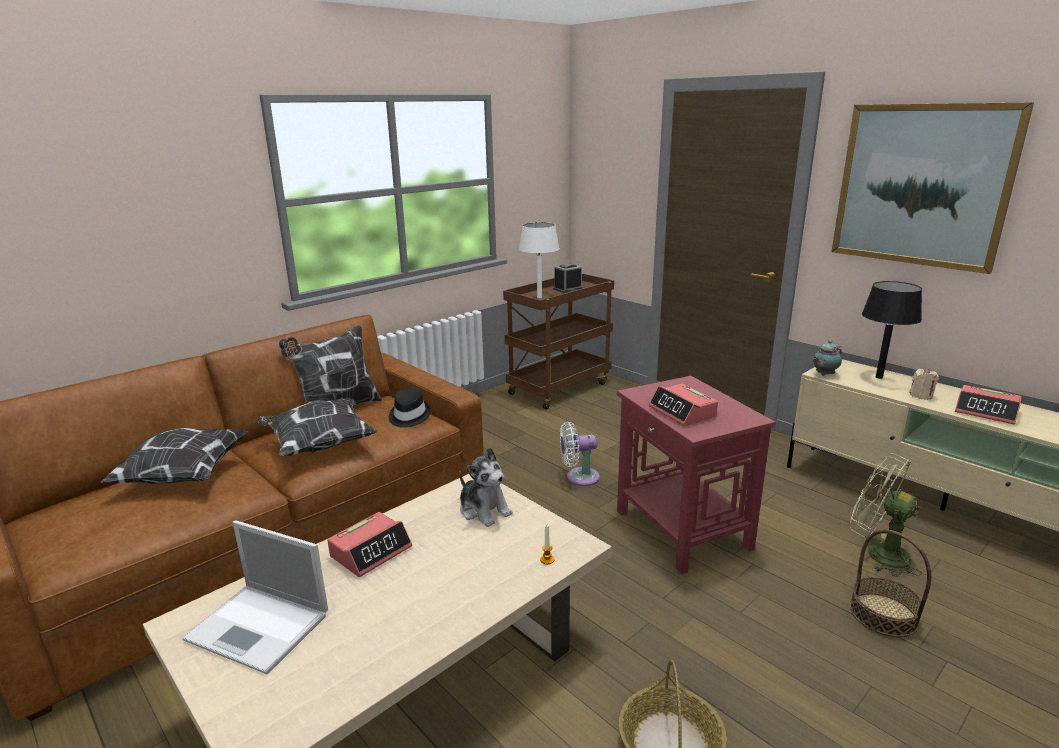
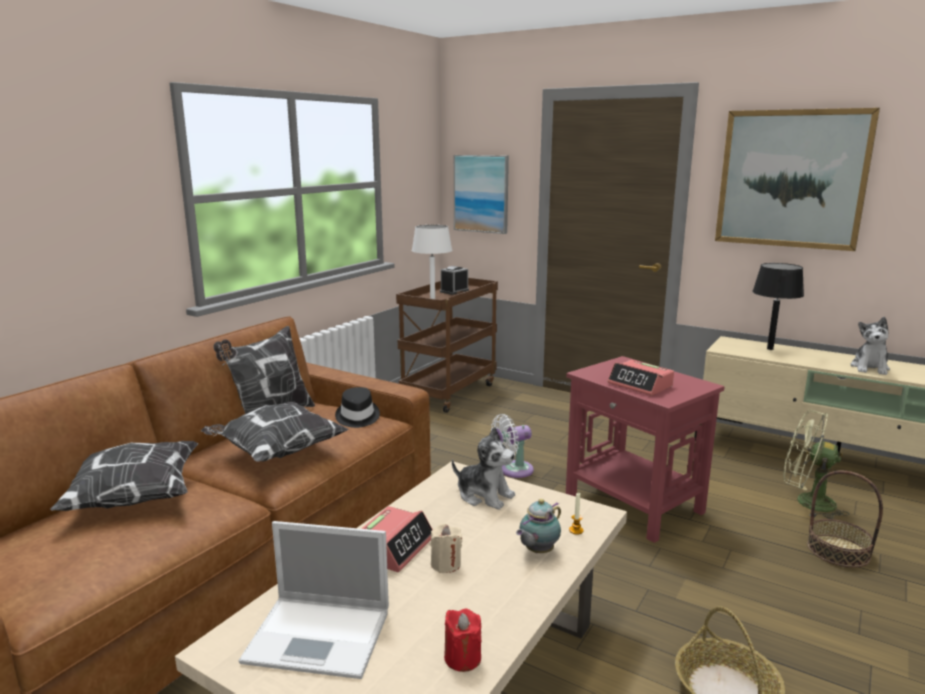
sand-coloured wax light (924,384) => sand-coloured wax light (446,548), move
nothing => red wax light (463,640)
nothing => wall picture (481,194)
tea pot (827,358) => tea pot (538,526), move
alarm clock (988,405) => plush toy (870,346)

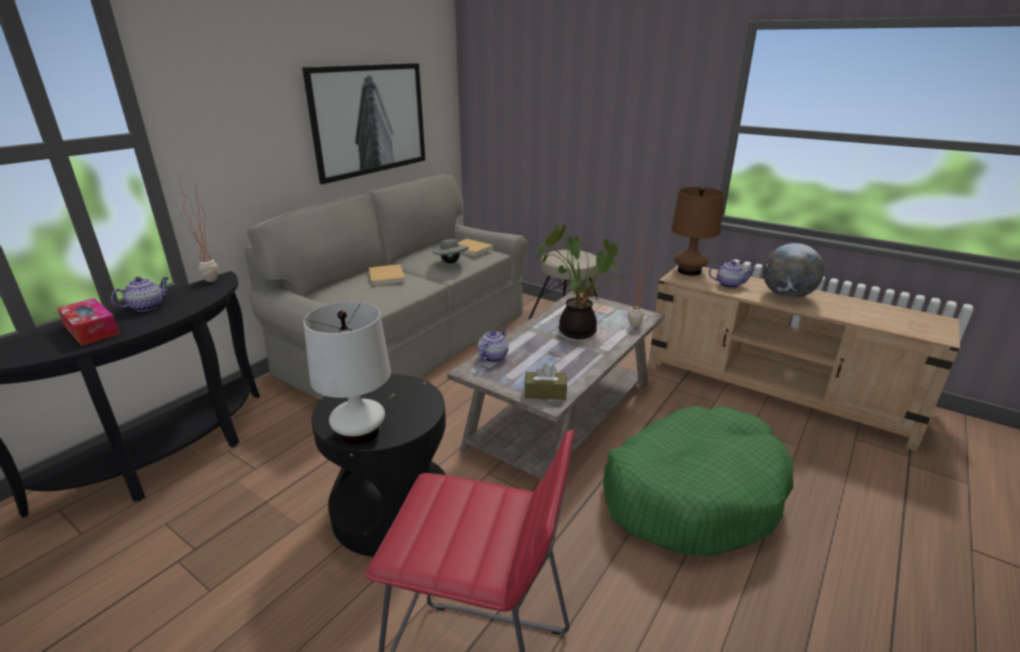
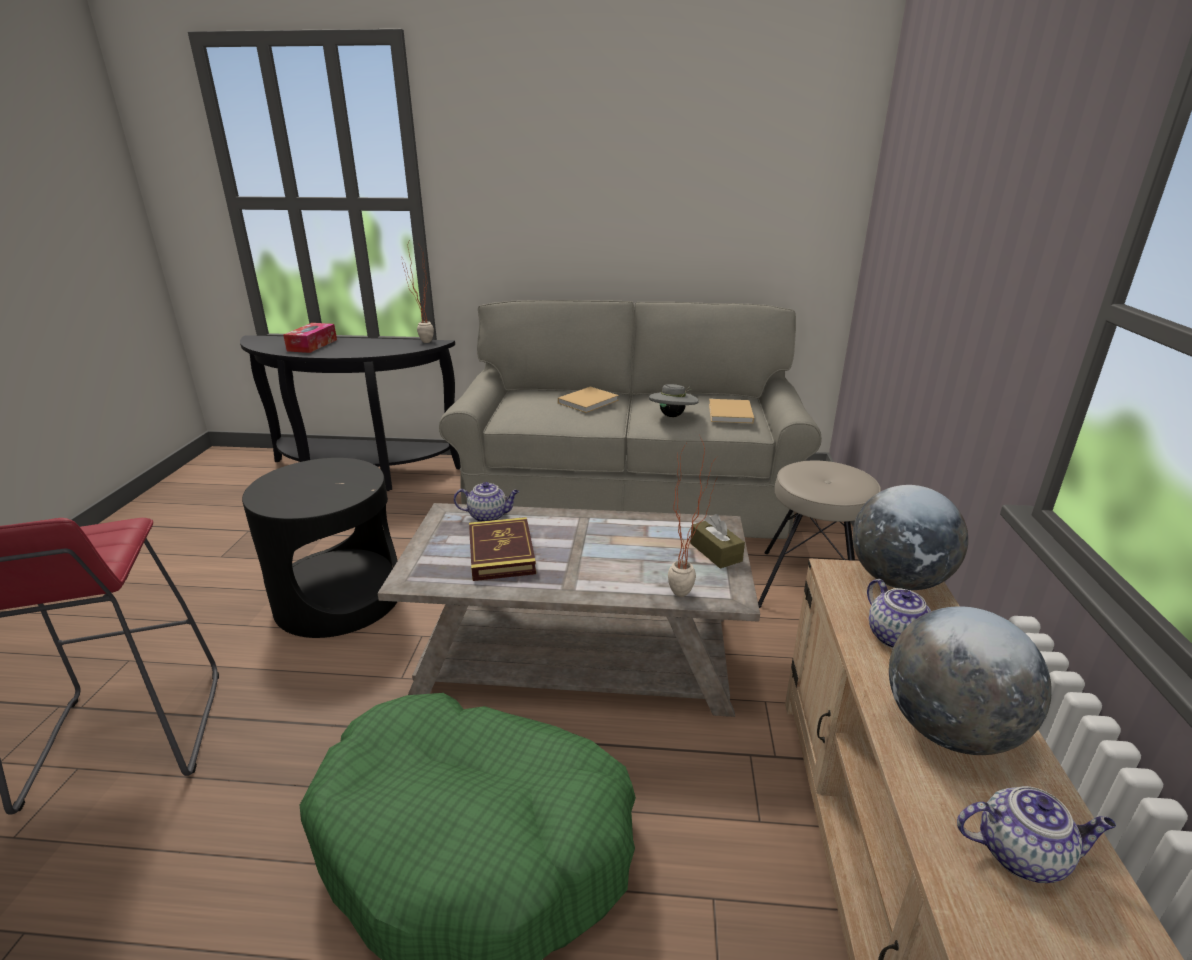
nothing => volume (502,549)
brown-coloured box of tissues (545,382) => brown-coloured box of tissues (717,541), move
brown-coloured table lamp (698,231) => globe (910,537)
tea pot (140,294) => tea pot (1036,834), move
wall picture (363,123) => nothing
white-coloured table lamp (347,373) => nothing
potted plant (581,281) => nothing

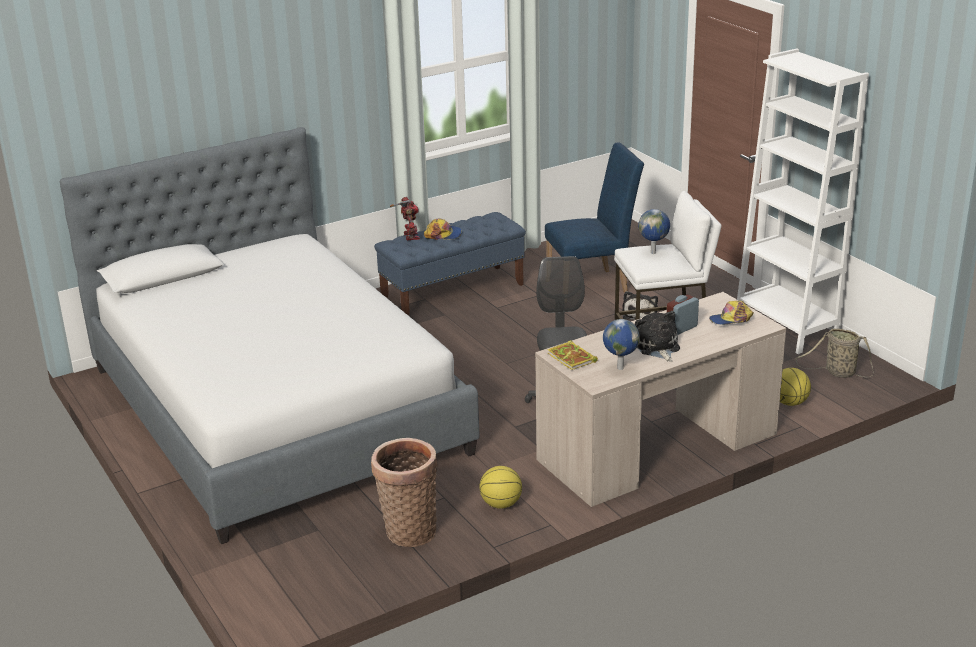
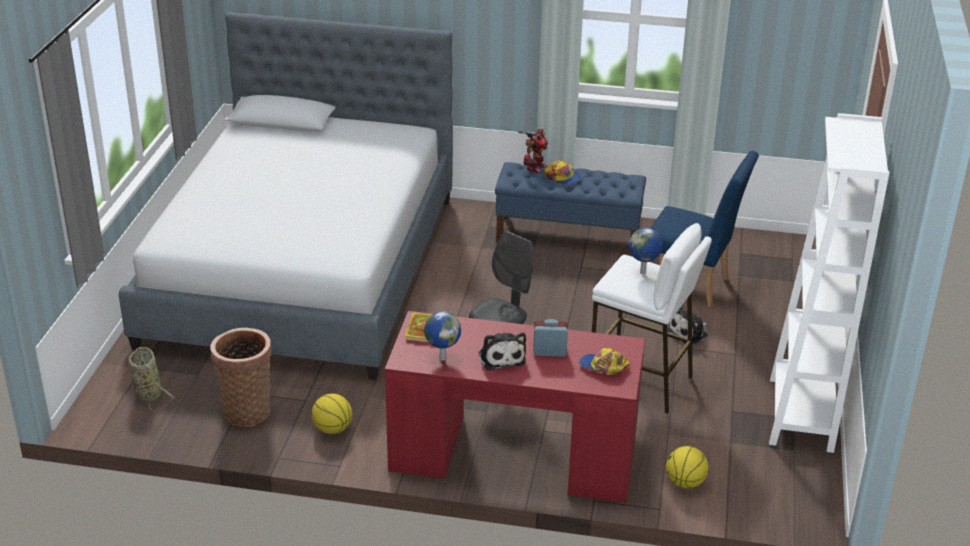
household basket (834,353) => household basket (151,379), move
sand-coloured desk unit (660,399) => red desk unit (515,407)
plush toy (657,336) => plush toy (502,352), 135 degrees clockwise

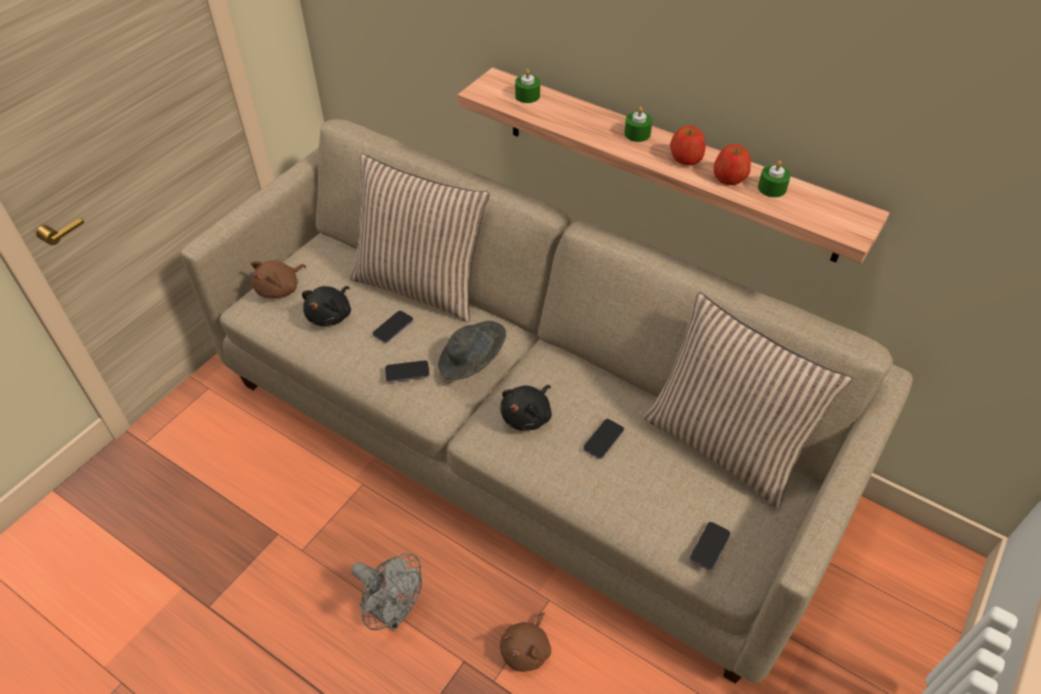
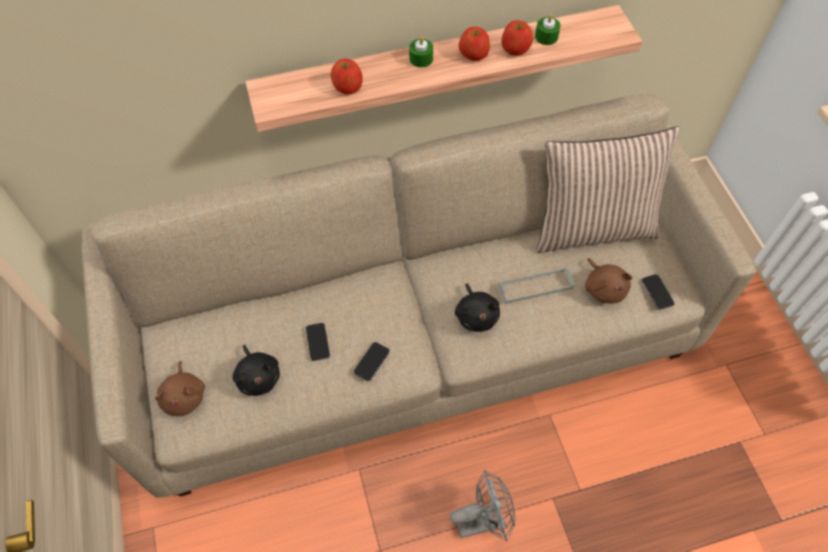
nothing => apple fruit (347,76)
phone (603,439) => greyish carrying tray (536,285)
brown-coloured plush toy (525,642) => brown-coloured plush toy (608,280), move
pillow (420,237) => nothing
greyish clothing hat (472,350) => nothing
green wax light (527,86) => nothing

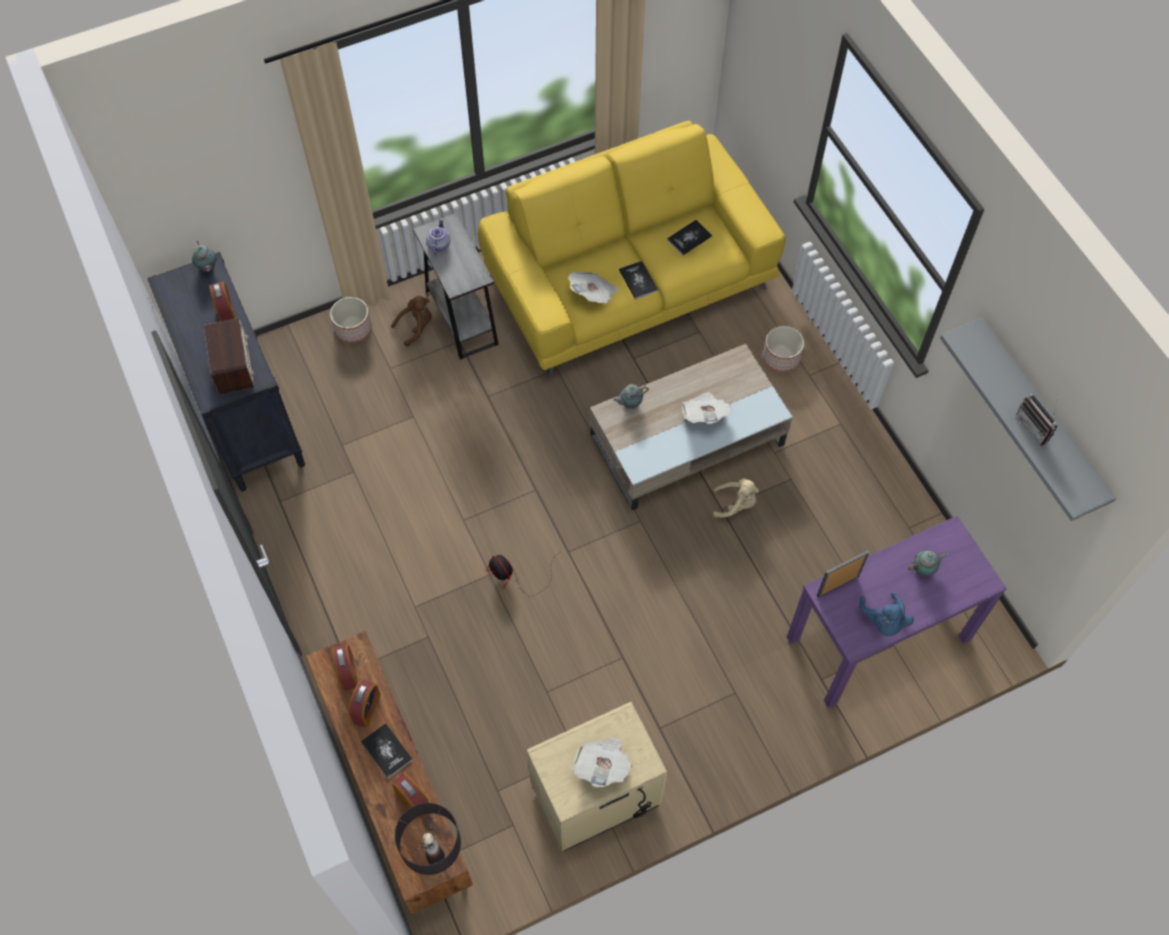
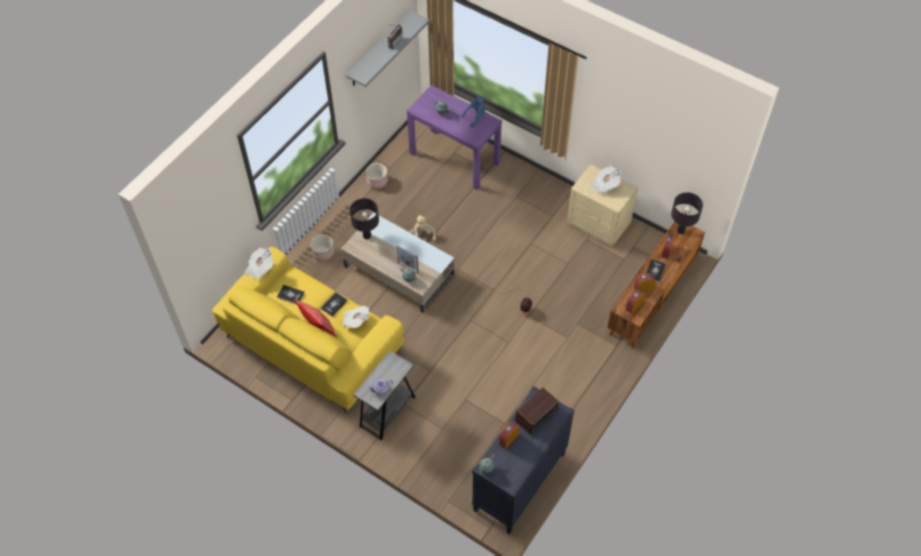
printed paper (706,408) => printed paper (259,264), move
nothing => pillow (316,318)
nothing => black-coloured table lamp (364,218)
planter (351,320) => planter (377,176), move
photo frame (843,574) => photo frame (407,259), move
brown-coloured plush toy (411,321) => nothing

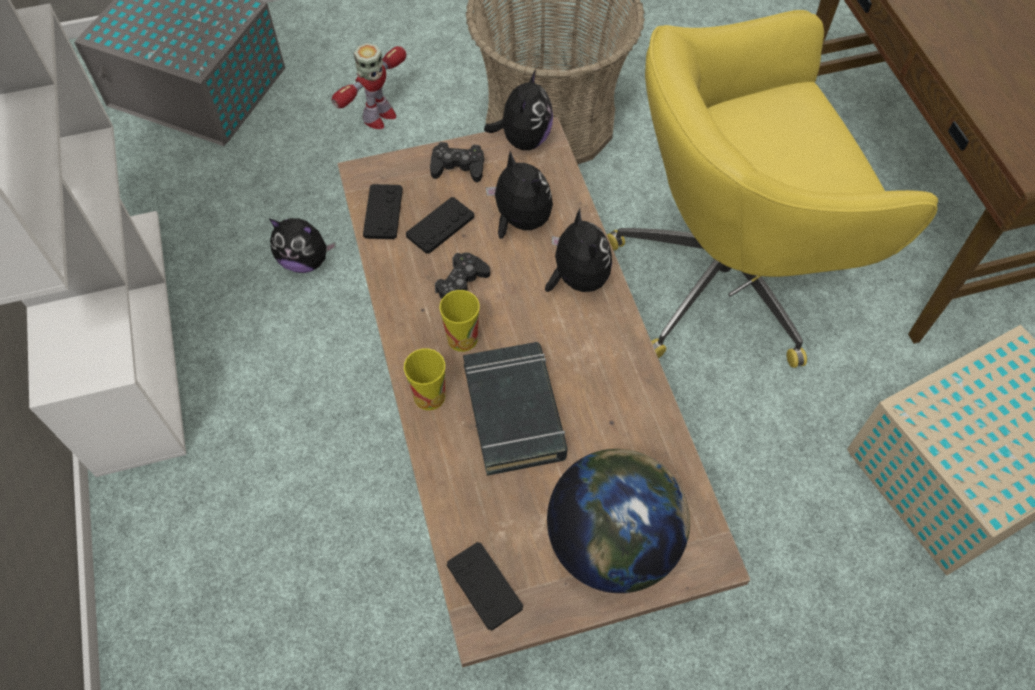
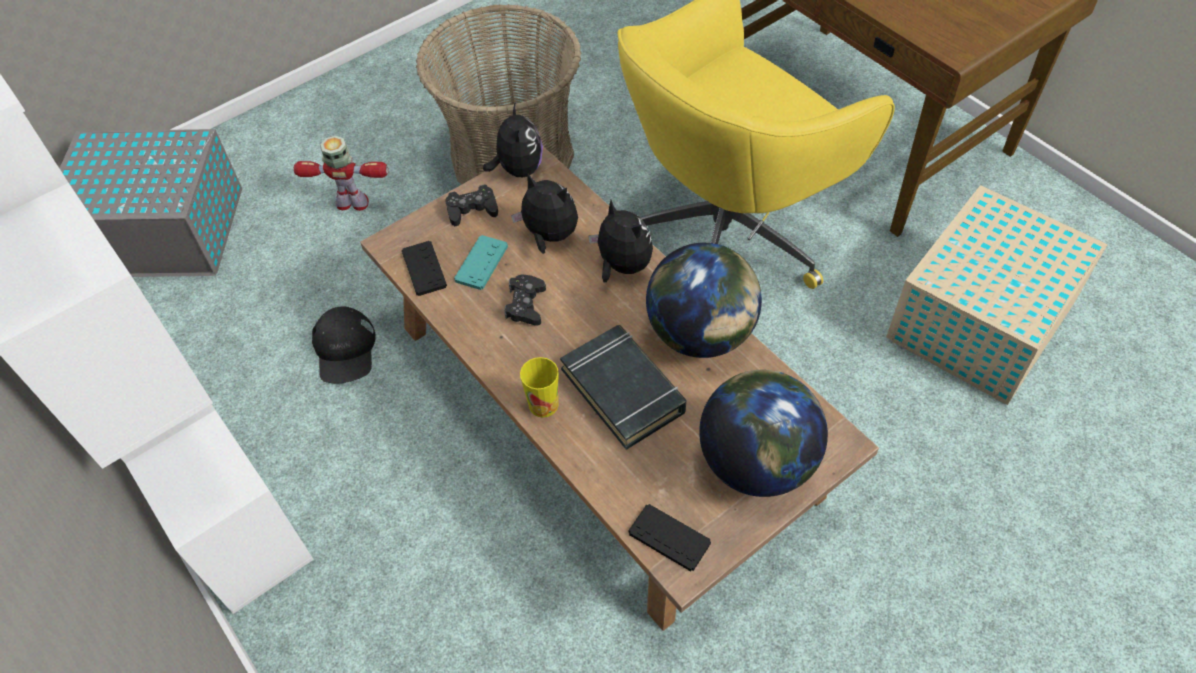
toy robot (369,86) => toy robot (341,173), 105 degrees counterclockwise
plush toy (302,245) => black-coloured peaked cap (344,344)
black-coloured gamepad (440,225) => turquoise gamepad (481,262)
nothing => globe (704,300)
small cup (459,321) => nothing

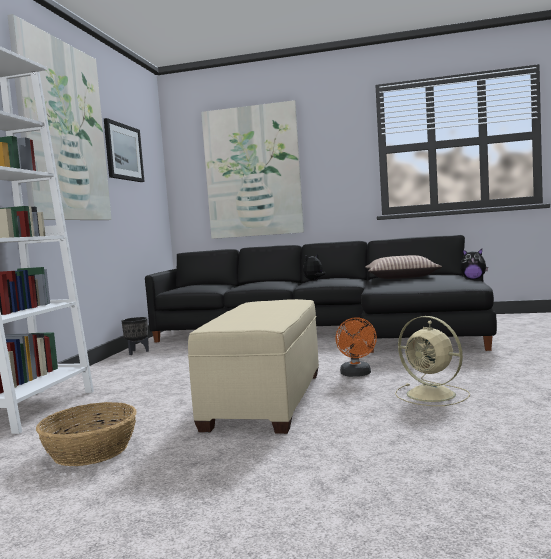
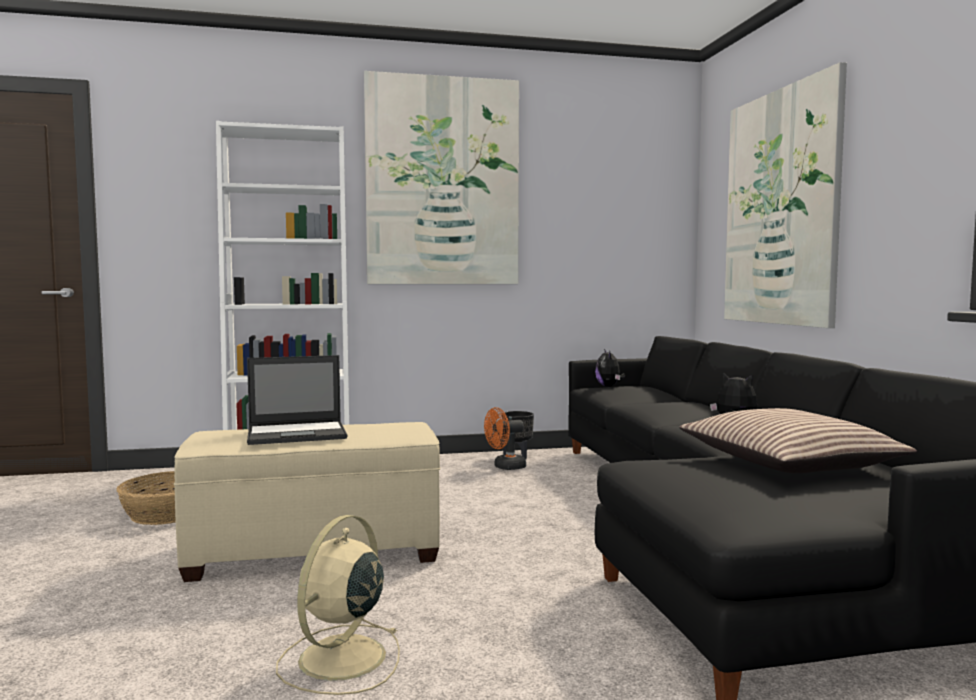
nothing => laptop (297,400)
orange-coloured electric fan (356,347) => orange-coloured electric fan (505,438), move
plush toy (474,264) => plush toy (610,368), move
wall picture (124,150) => nothing

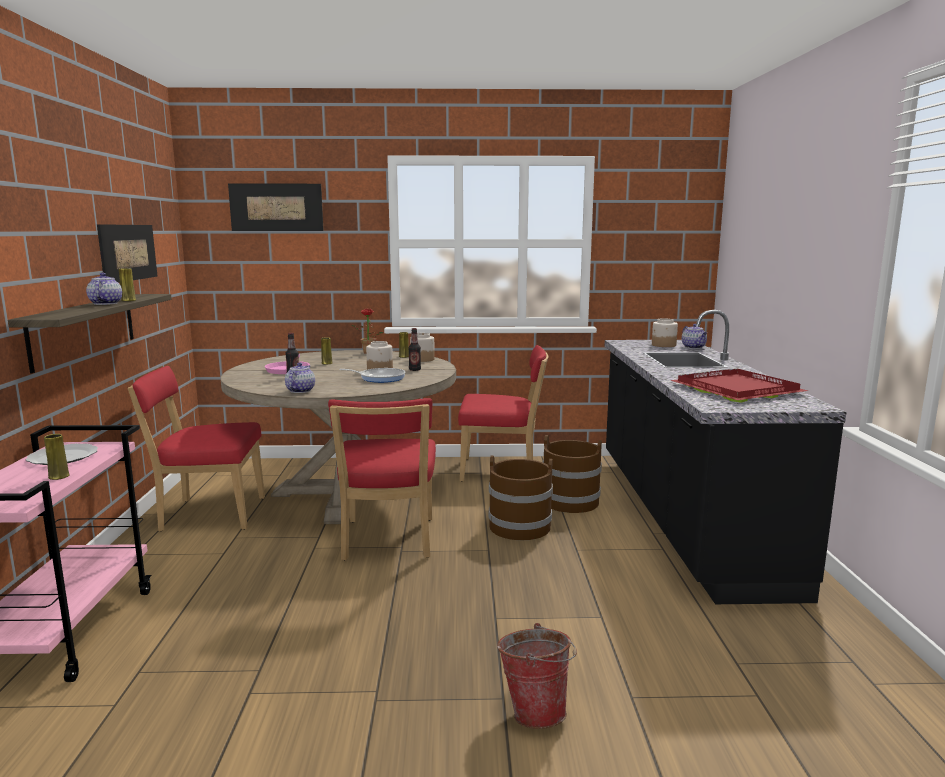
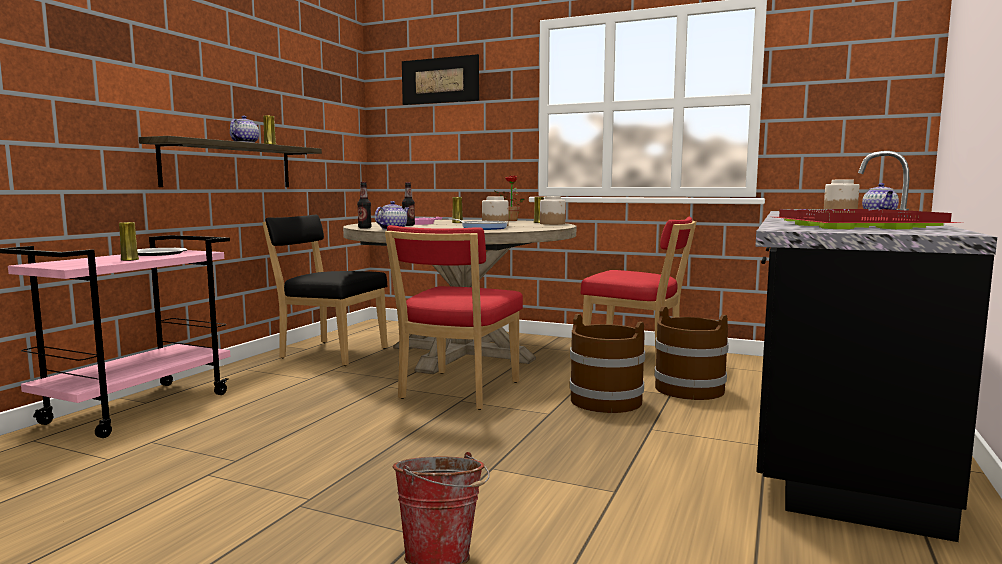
red plain chair (196,448) => black-coloured plain chair (325,290)
bottle (414,349) => bottle (364,205), move
wall picture (127,253) => nothing

